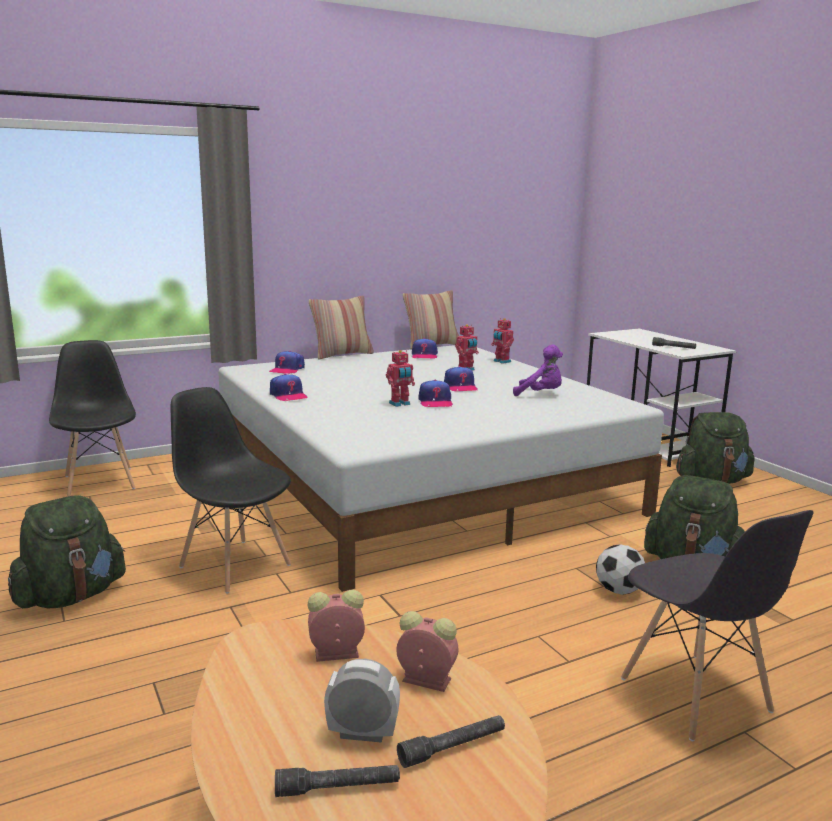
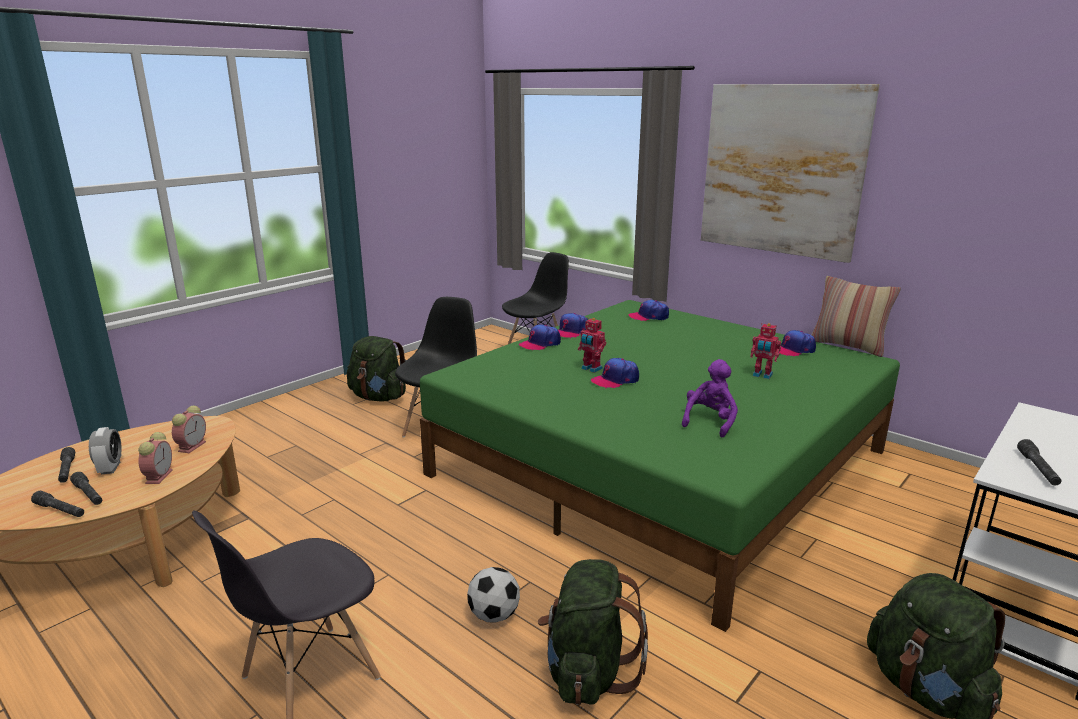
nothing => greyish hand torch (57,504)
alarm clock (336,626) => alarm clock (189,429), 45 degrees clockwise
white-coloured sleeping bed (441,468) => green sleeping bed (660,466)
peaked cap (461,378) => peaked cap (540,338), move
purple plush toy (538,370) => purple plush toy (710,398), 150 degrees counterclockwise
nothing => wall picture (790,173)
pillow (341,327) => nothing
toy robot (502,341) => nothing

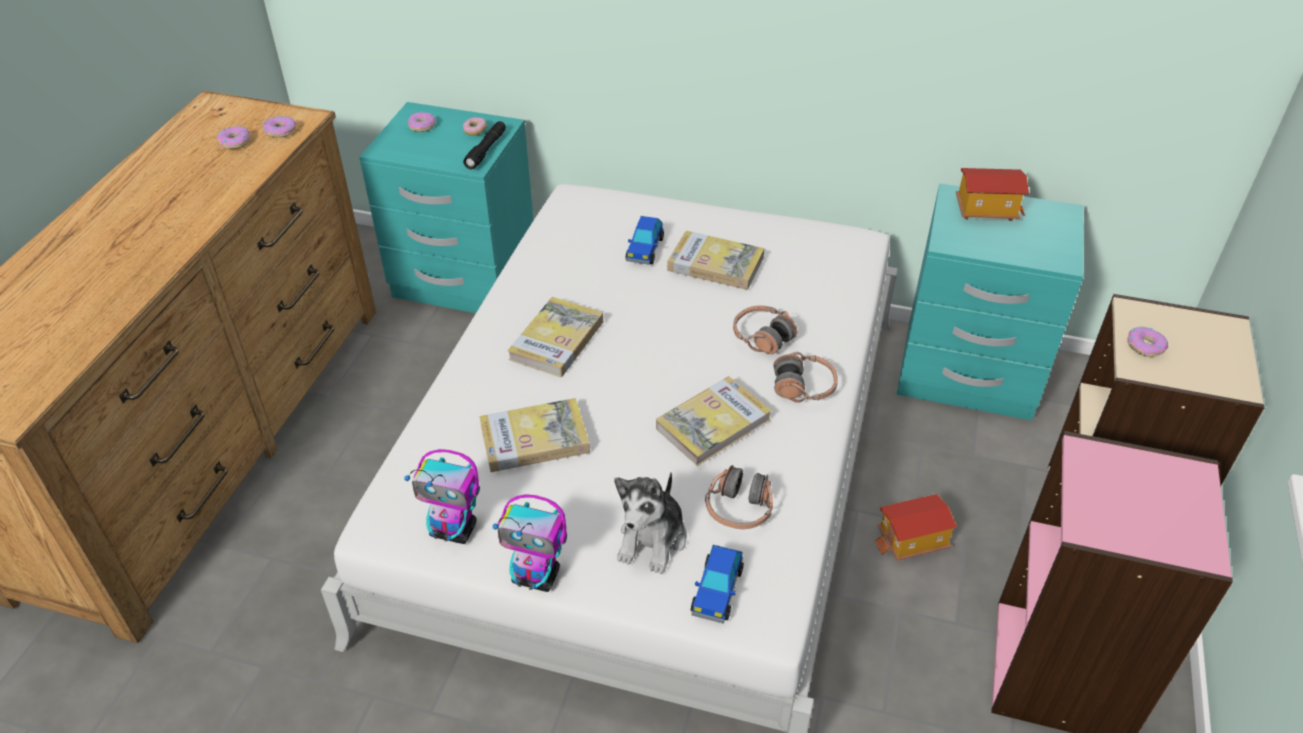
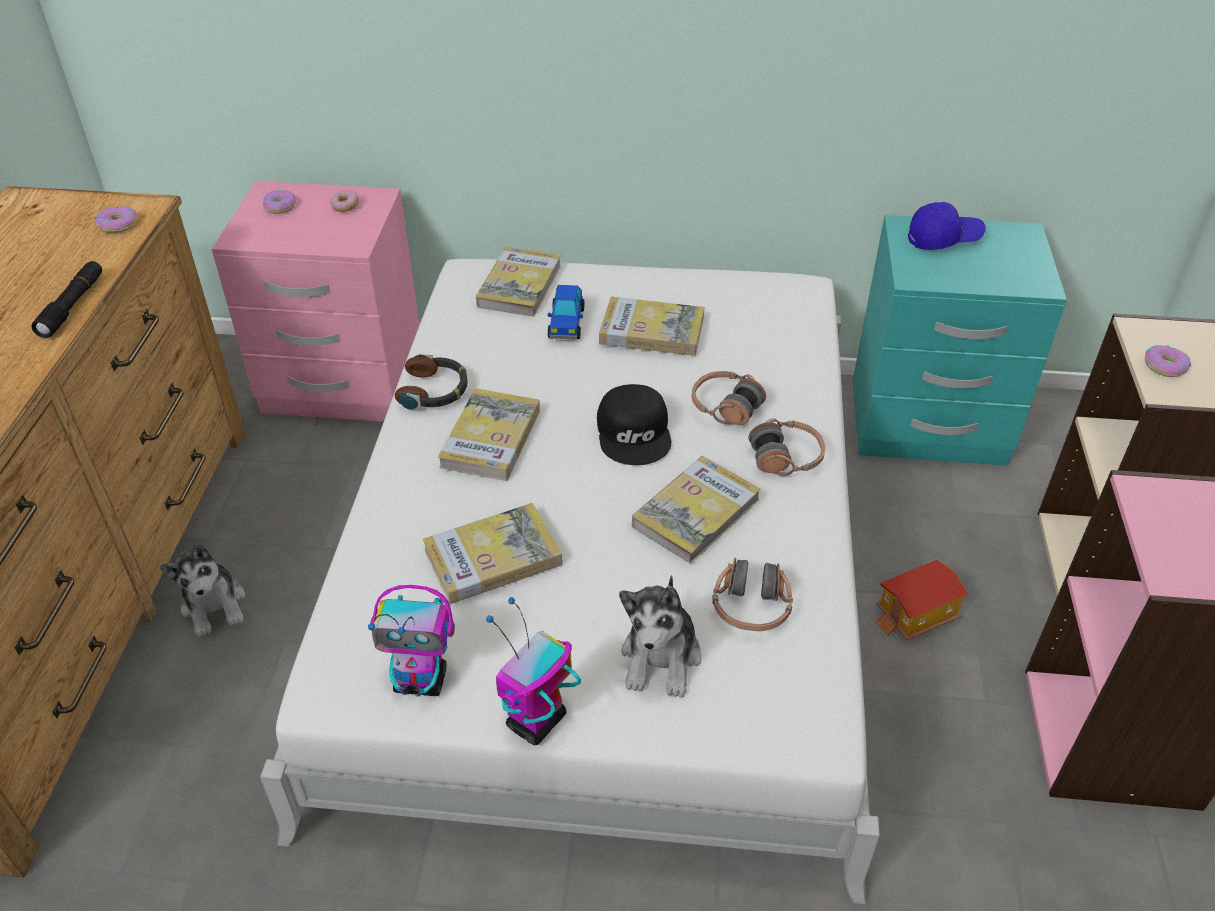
black-coloured hand torch (484,145) => black-coloured hand torch (67,299), move
nothing => plush toy (202,590)
turquoise bedside table (446,207) => pink-coloured bedside table (316,301)
nothing => headset (431,382)
nothing => volume (518,282)
toy robot (530,543) => toy robot (533,671), 120 degrees clockwise
nothing => black-coloured peaked cap (634,424)
miniature house (992,194) => bluish peaked cap (947,226)
ring doughnut (234,137) => nothing
toy car (717,584) => nothing

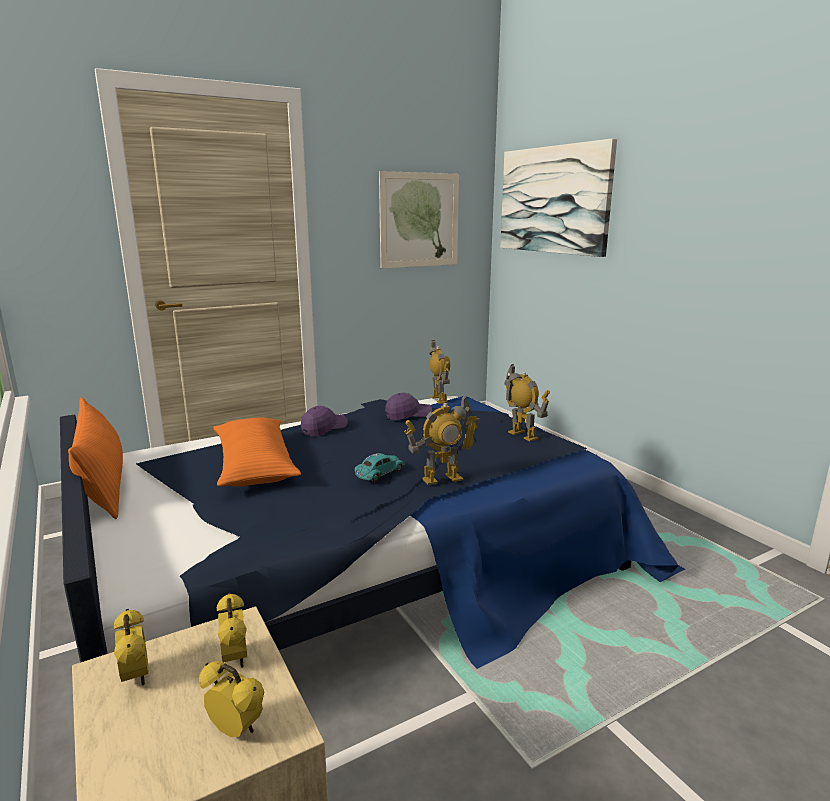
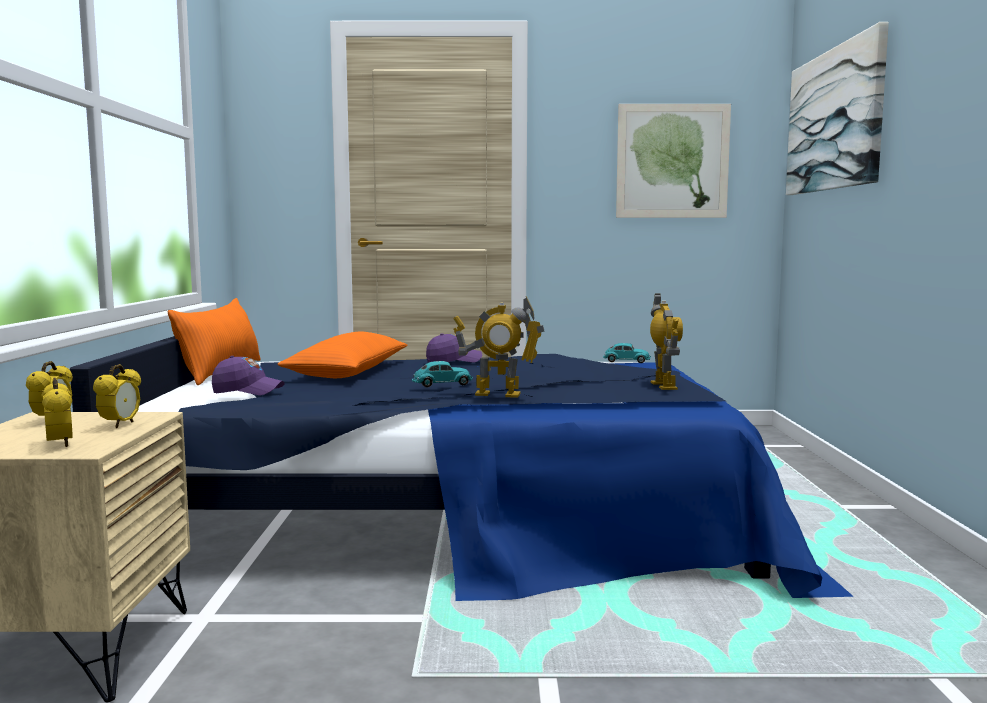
purple peaked cap (408,406) => purple peaked cap (248,375), move
toy robot (440,372) => turquoise toy car (627,353)

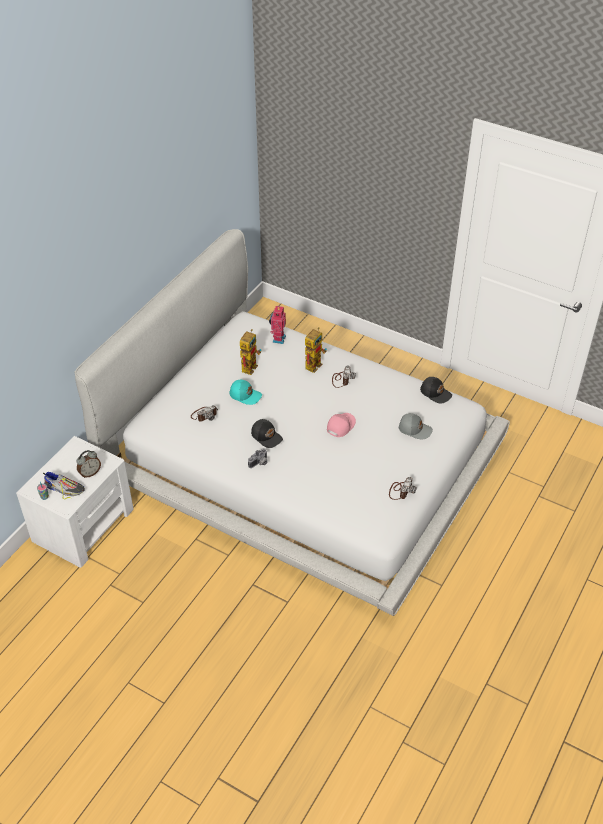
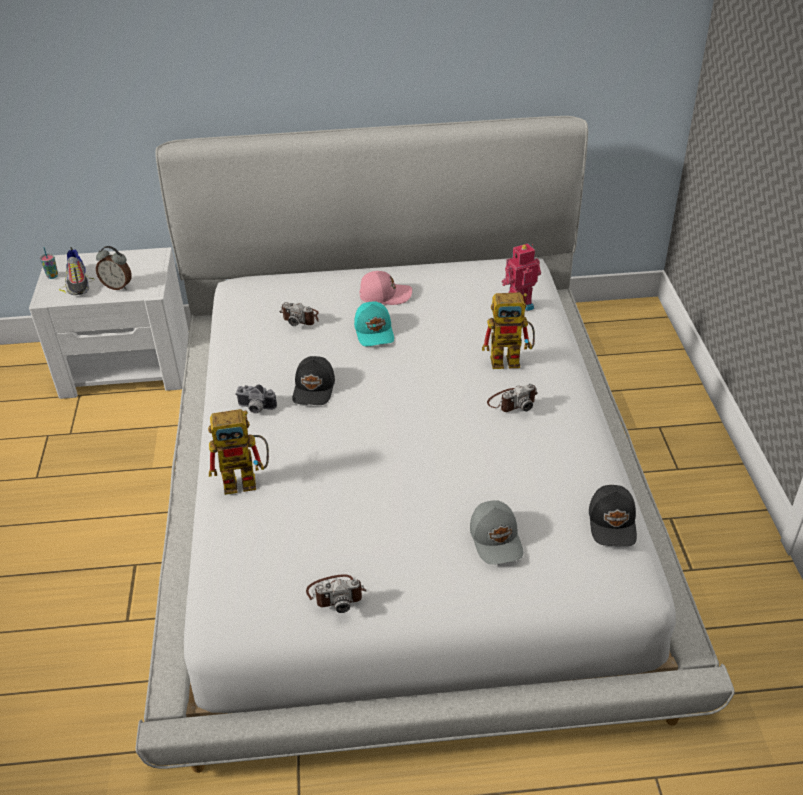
toy robot (250,352) => toy robot (238,452), move
pink-coloured peaked cap (341,425) => pink-coloured peaked cap (385,288), move

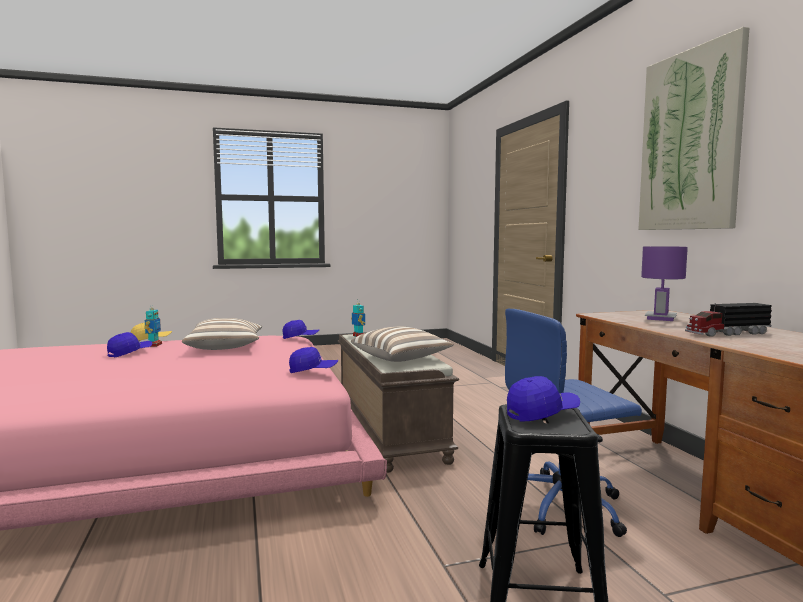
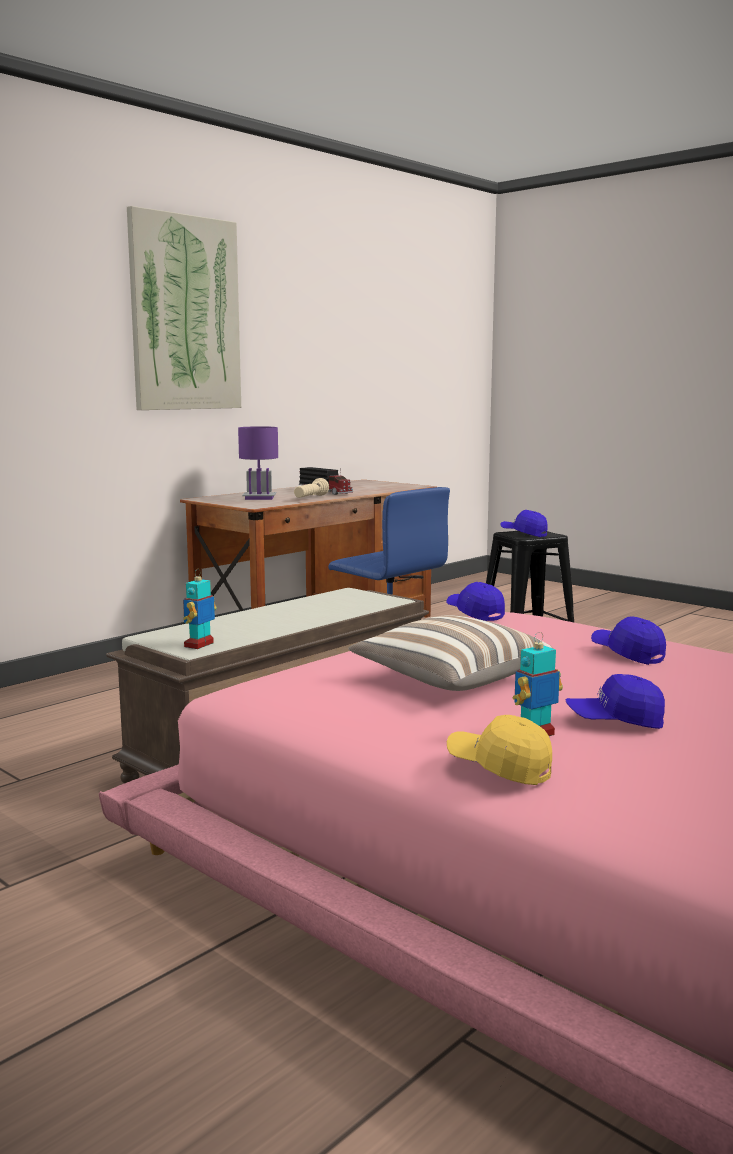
nothing => sand-coloured hand torch (311,488)
bluish peaked cap (301,329) => bluish peaked cap (628,640), move
pillow (402,344) => nothing

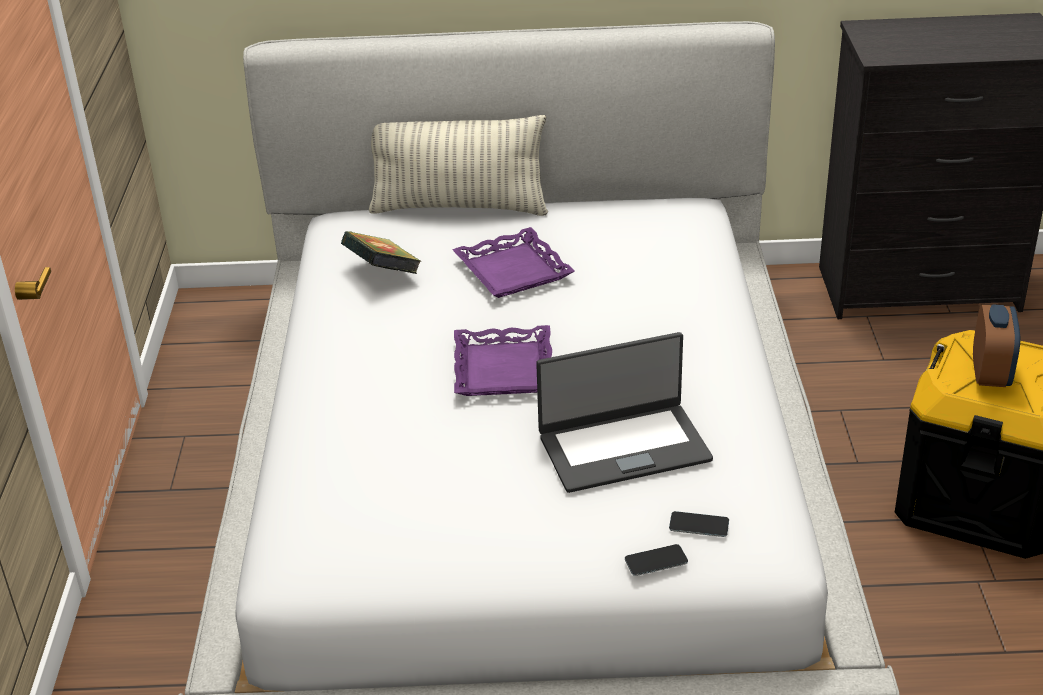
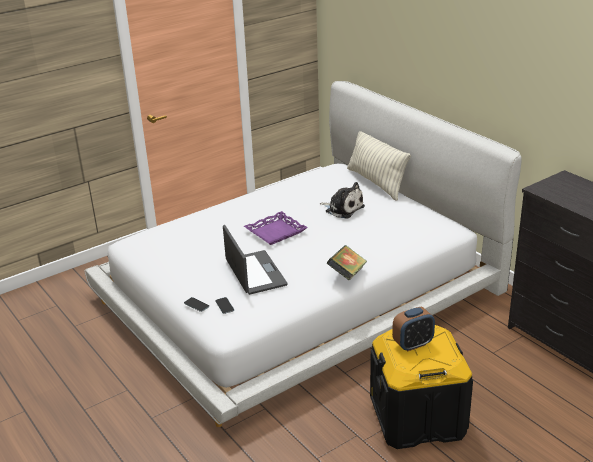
laptop (624,412) => laptop (255,260), 150 degrees counterclockwise
purple carrying tray (513,262) => plush toy (342,200)
volume (381,252) => volume (347,262), move

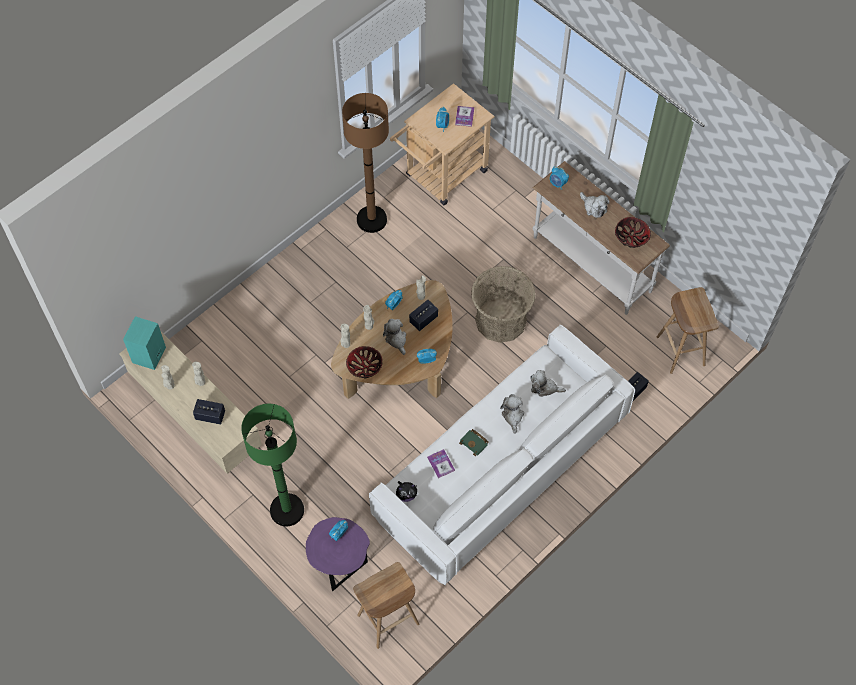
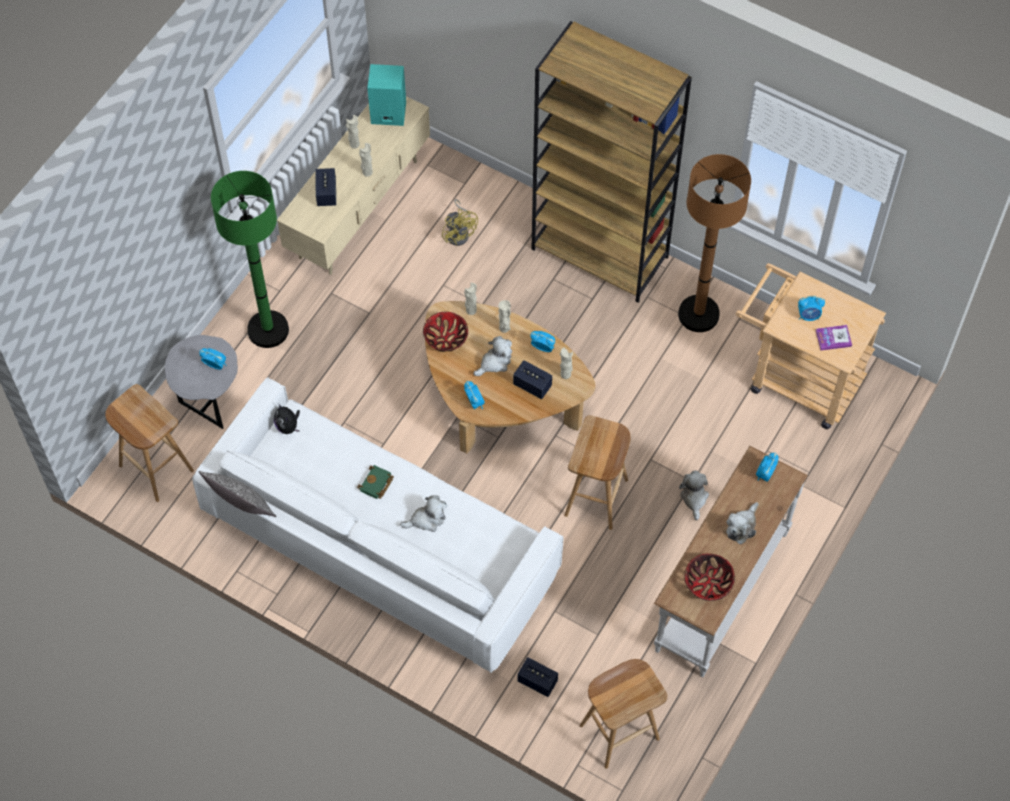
purple end table (338,554) => greyish end table (201,382)
nothing => pillow (237,494)
nothing => yellow electric fan (460,222)
nothing => brown-coloured shelving unit (612,162)
household basket (503,304) => brown-coloured sitting stool (597,472)
plush toy (548,383) => plush toy (694,495), move
volume (441,463) => nothing

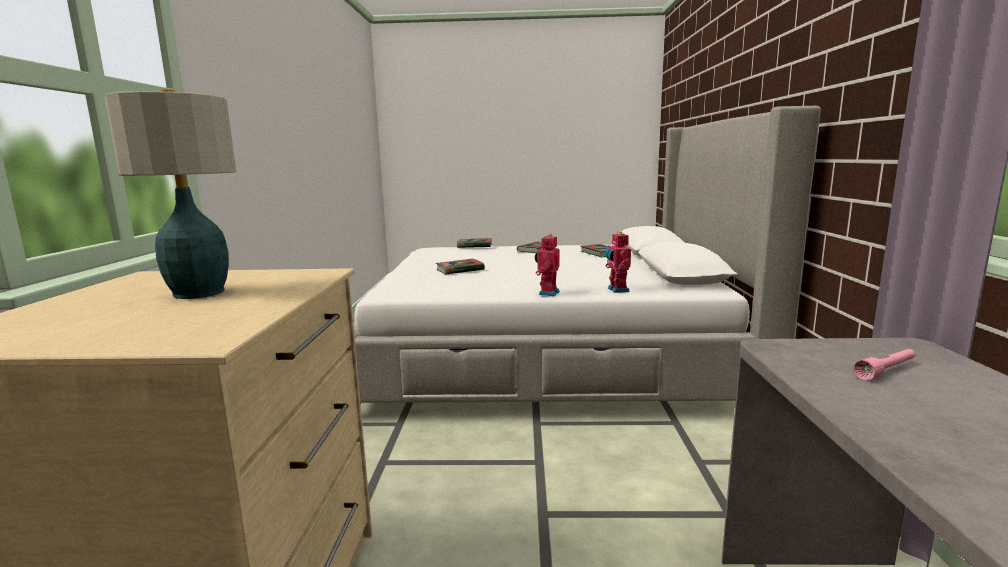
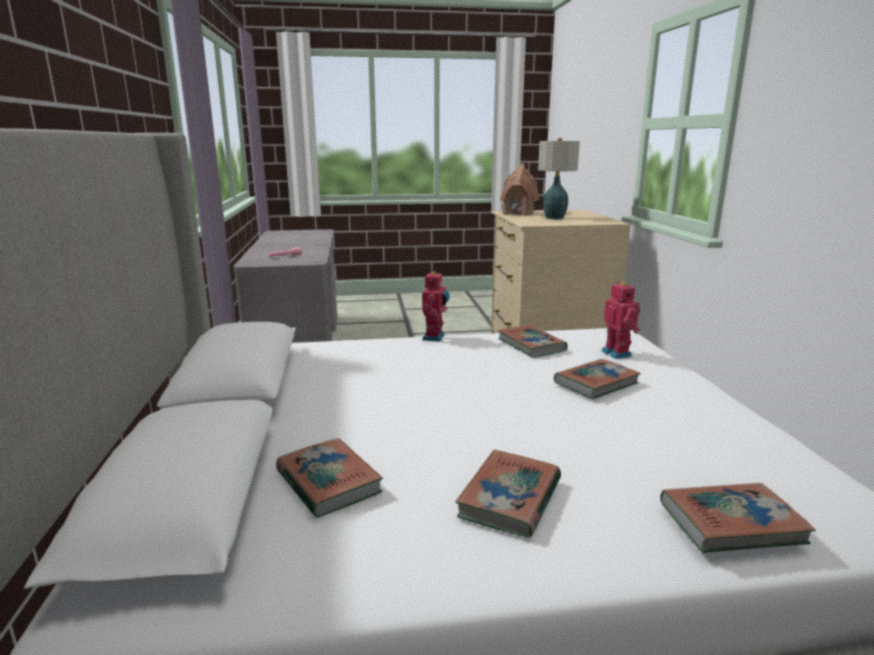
nothing => volume (532,341)
nothing => miniature house (519,188)
toy robot (618,262) => toy robot (621,320), move

